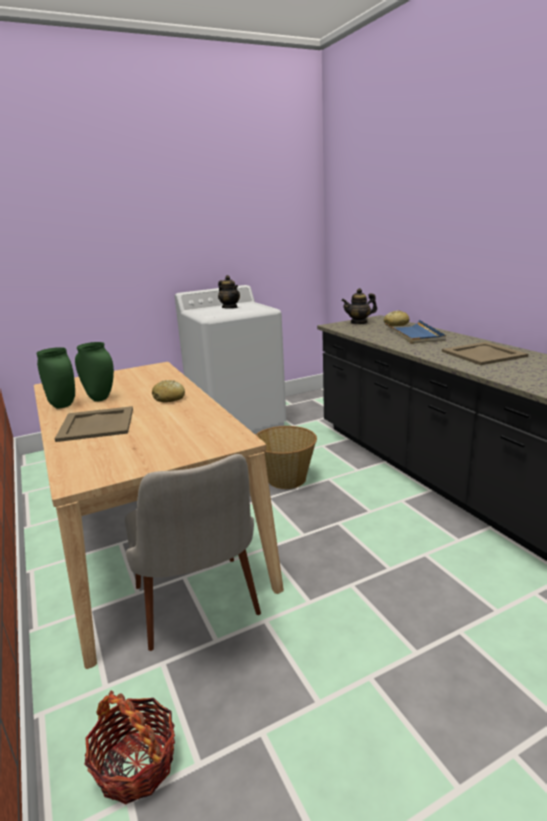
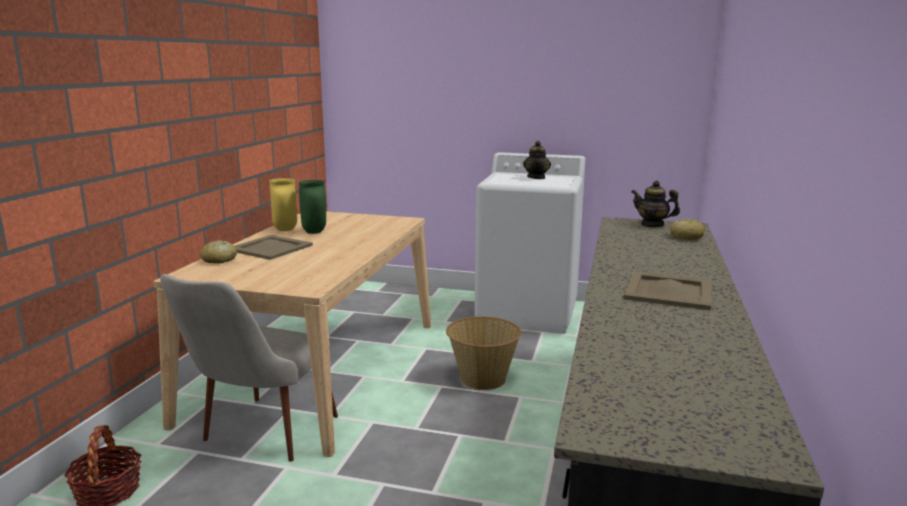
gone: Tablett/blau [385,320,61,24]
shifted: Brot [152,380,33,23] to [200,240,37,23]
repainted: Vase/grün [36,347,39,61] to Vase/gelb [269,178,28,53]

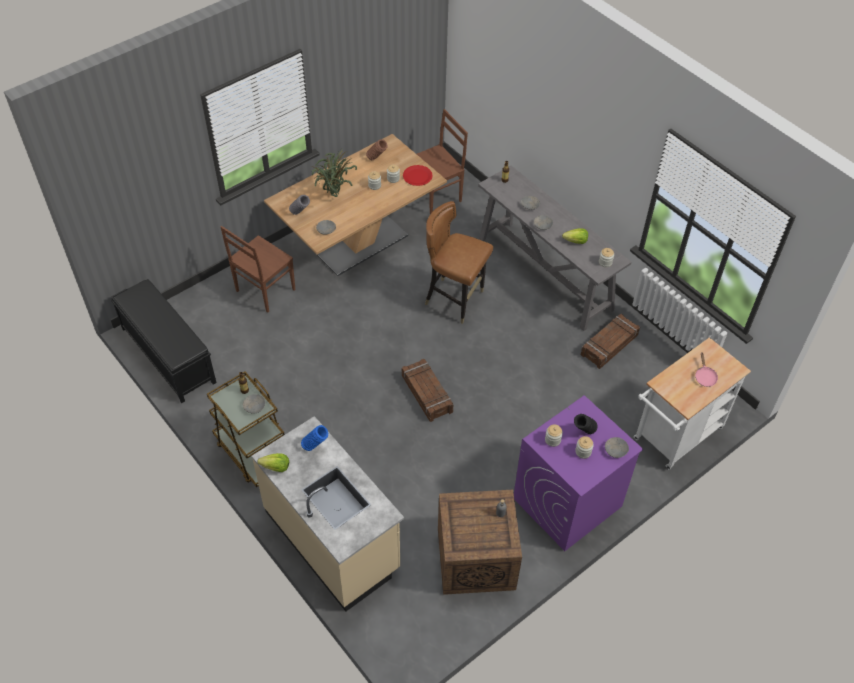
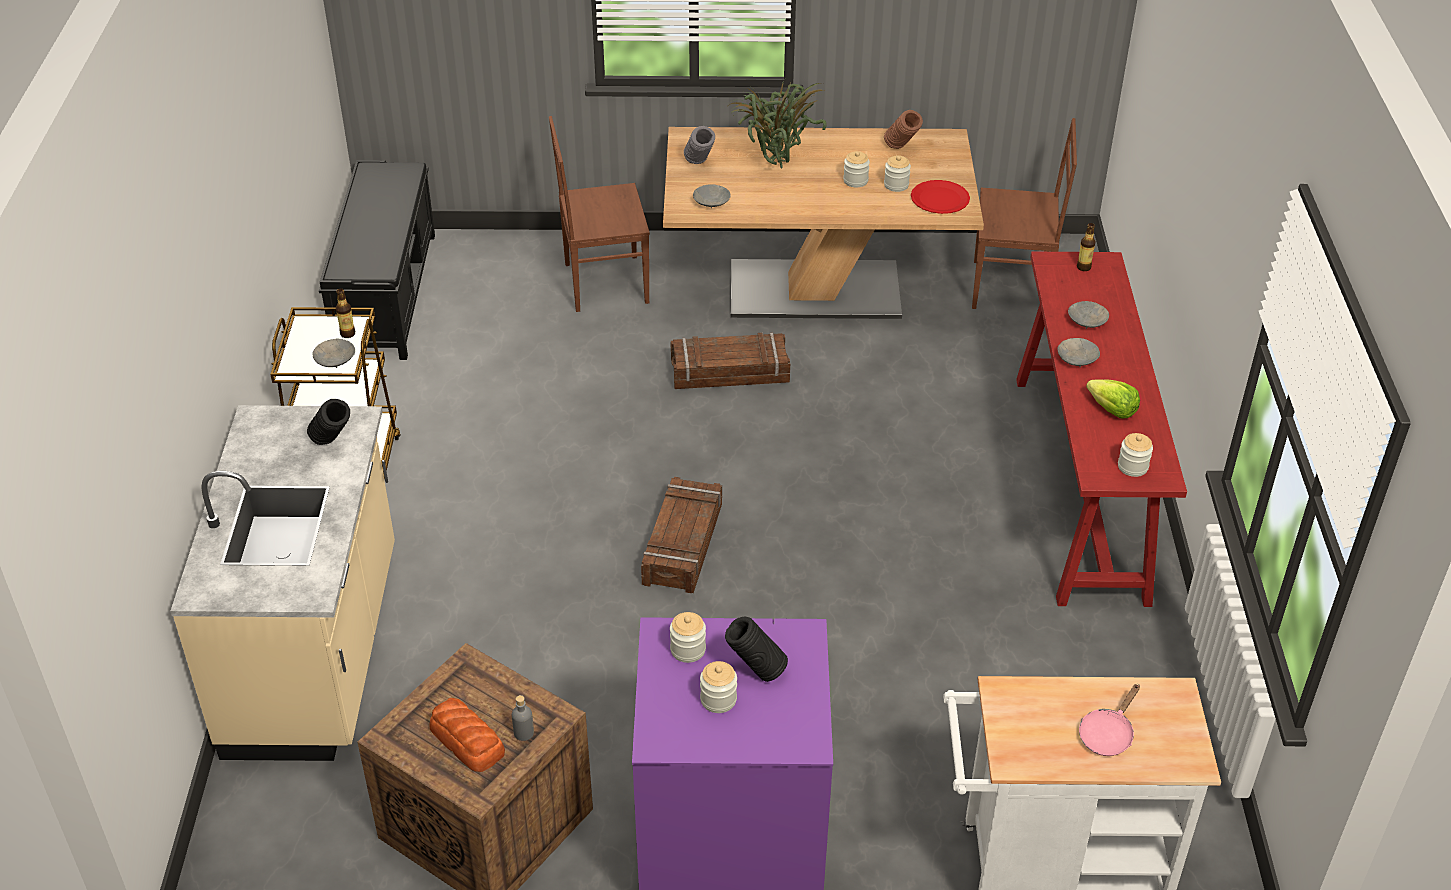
gone: Salatkopf [257,453,32,19]; Stuhl/braun [425,201,68,123]; Schüssel/grau [605,437,24,21]
new: Brot [429,698,76,74]
shifted: Kiste [581,314,59,55] to [670,333,120,56]
repainted: Vase/blau [301,425,27,26] to Vase/schwarz [307,399,43,46]; Konsolentisch/grau [478,165,153,166] to Konsolentisch/rot [1016,252,171,355]

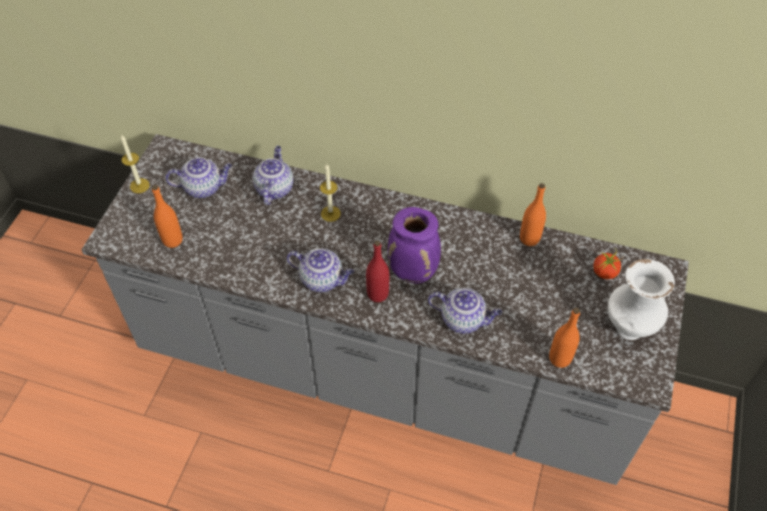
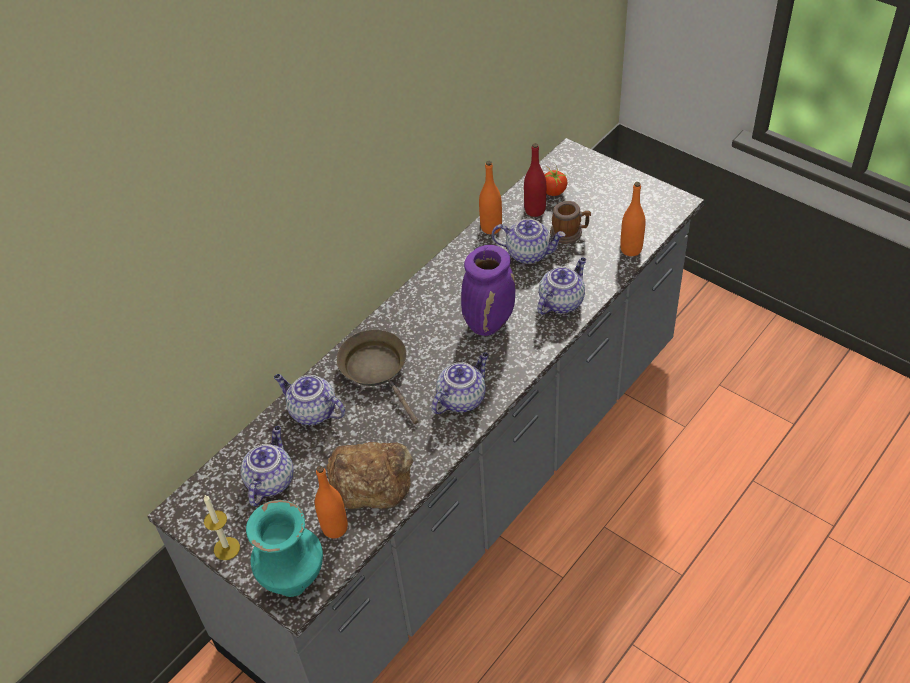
gone: Vase/weiß [608,259,67,81]
new: Vase/türkis [246,500,77,97]; Brot [326,442,87,67]; Teekanne [492,218,74,46]; Henkelbecher [550,201,41,43]
shifted: Flasche/rot [366,240,23,62] to [524,143,22,74]
swapped: Kerze [320,164,21,58] to Pfanne/braun [337,330,82,94]

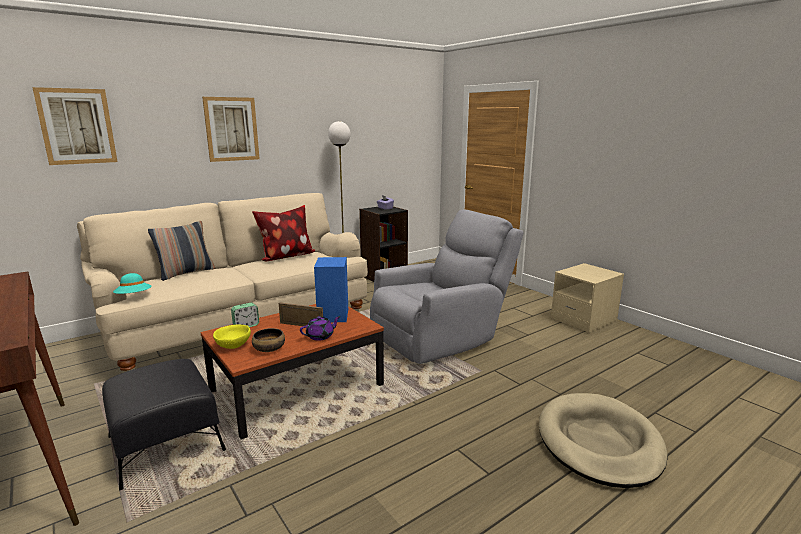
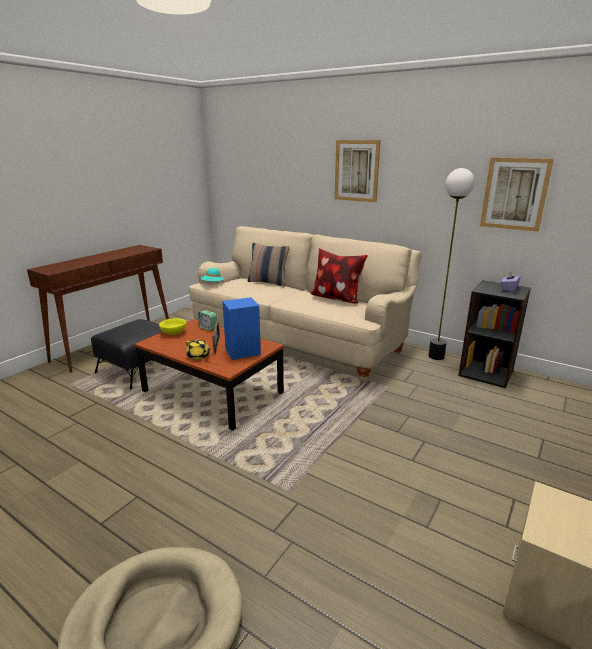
gone: Schüssel [252,328,33,24]; Sessel/grau [370,210,154,154]
shifted: Bild [32,87,86,78] to [480,158,74,74]
repainted: Teekanne/lila [300,316,40,25] to Teekanne/gelb [186,339,25,21]

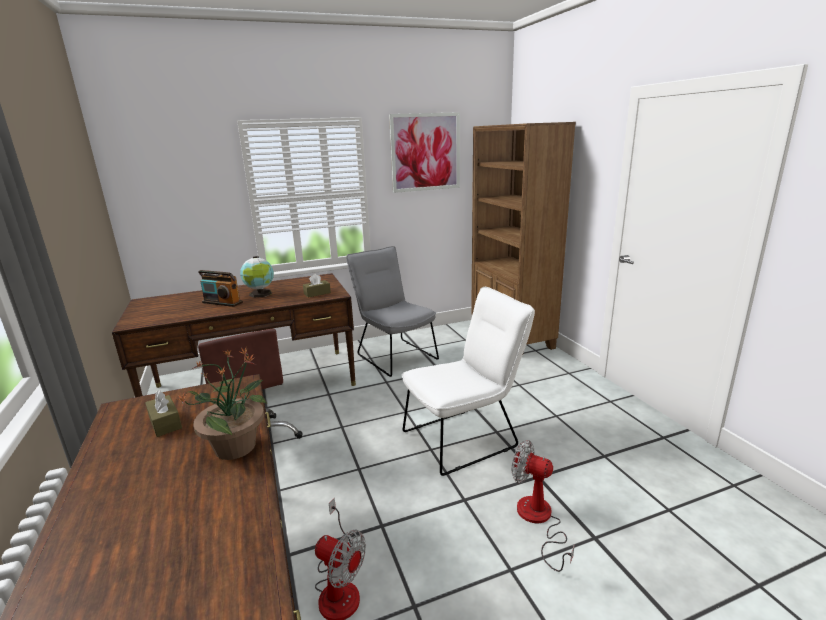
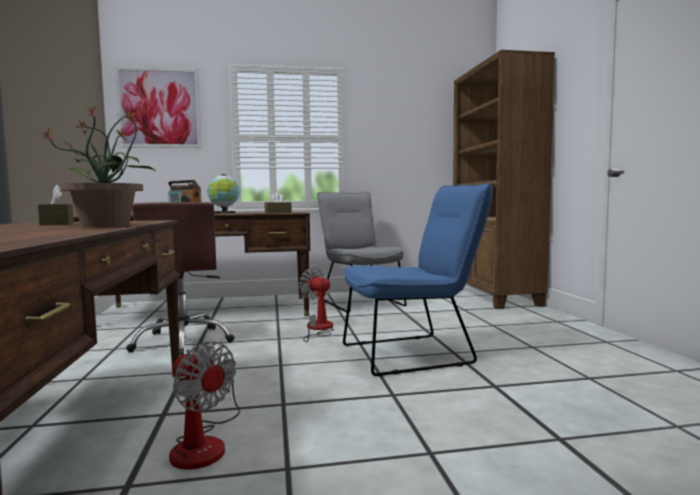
shifted: Bild [389,112,71,81] to [114,66,88,82]; Ventilator [512,440,63,132] to [299,267,36,75]
repainted: Stuhl/weiß [402,287,133,189] to Stuhl/blau [343,183,150,193]

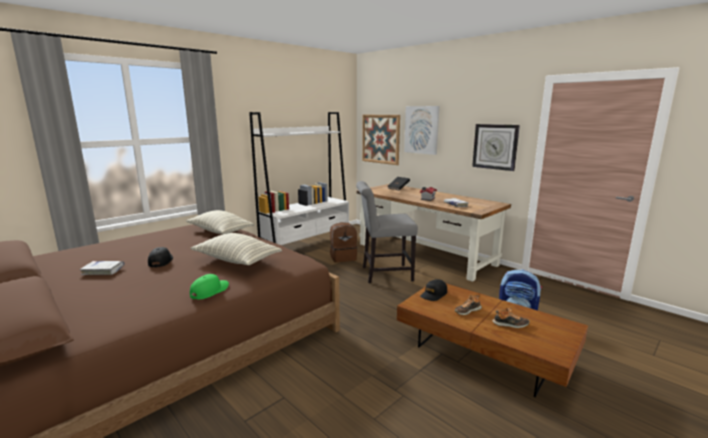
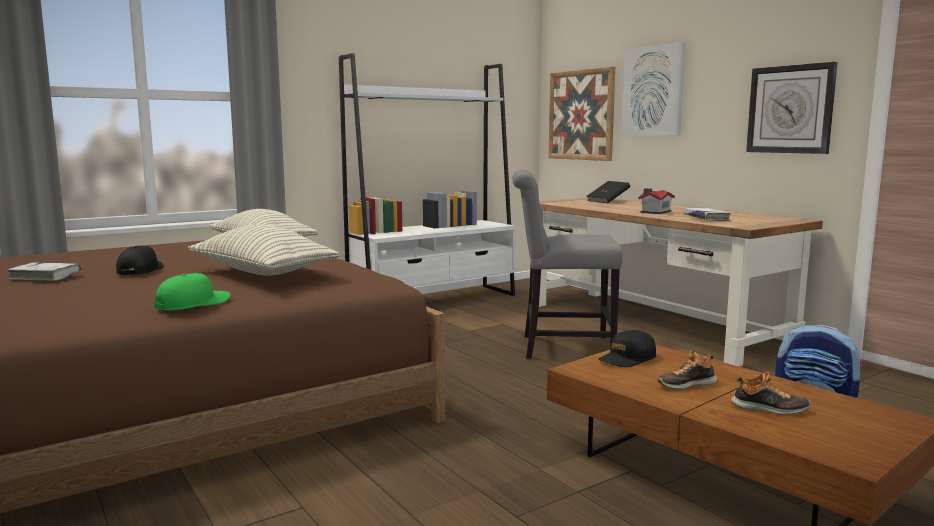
gone: Rucksack/braun [330,222,27,40]

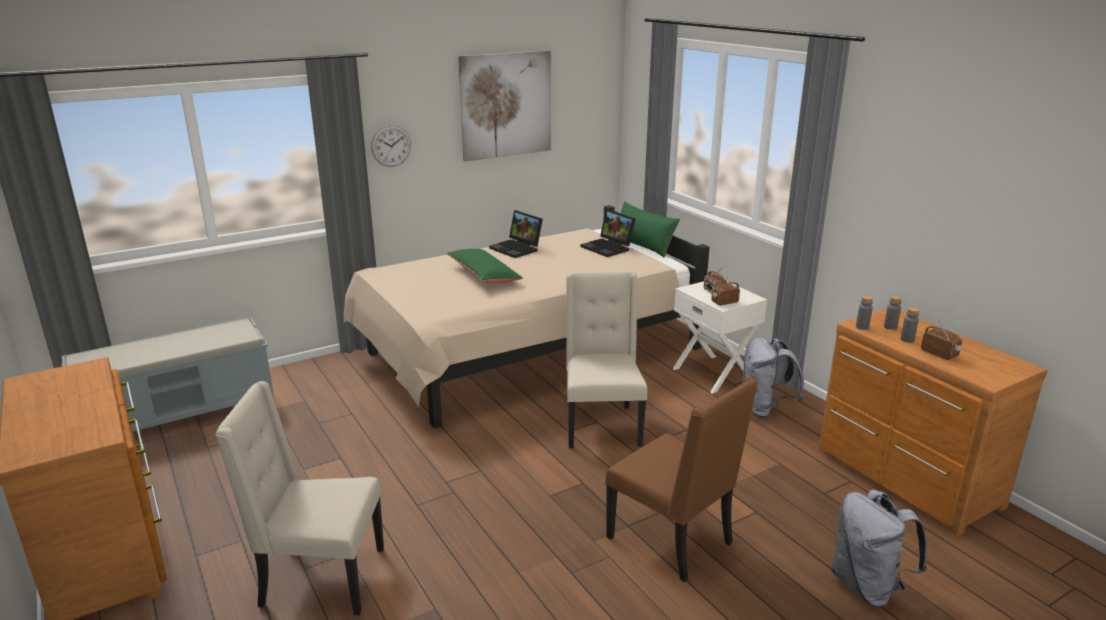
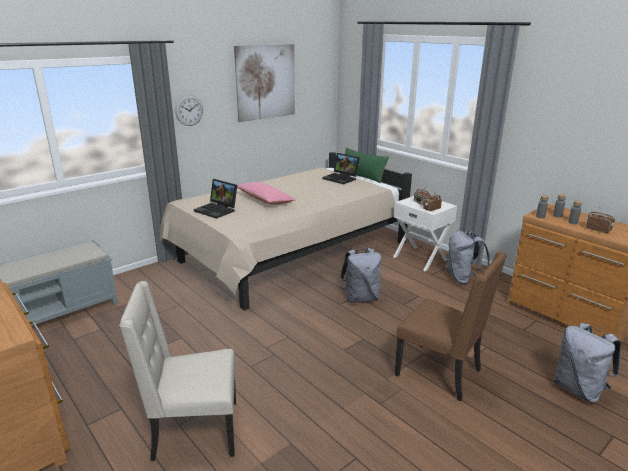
shifted: Laptop [489,210,54,48] to [194,179,43,40]
swapped: Stuhl/beige [566,271,81,177] to Rucksack/grau [340,248,42,55]
repainted: Kissen/grün [447,249,76,35] to Kissen/rosa [237,182,58,23]

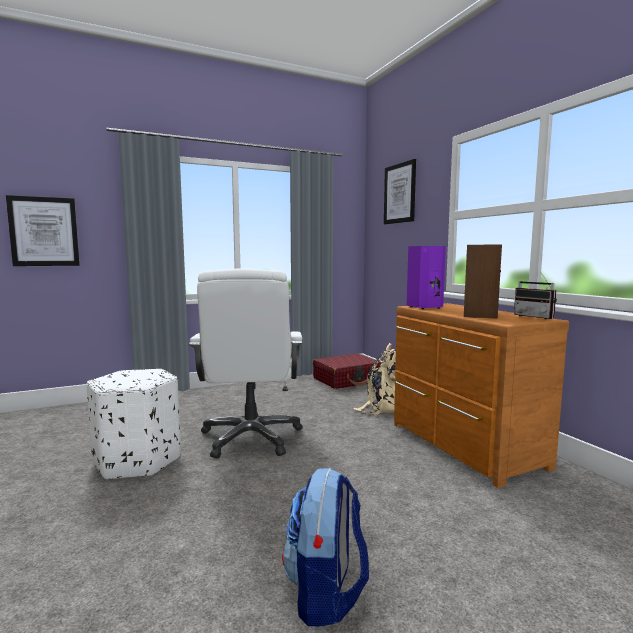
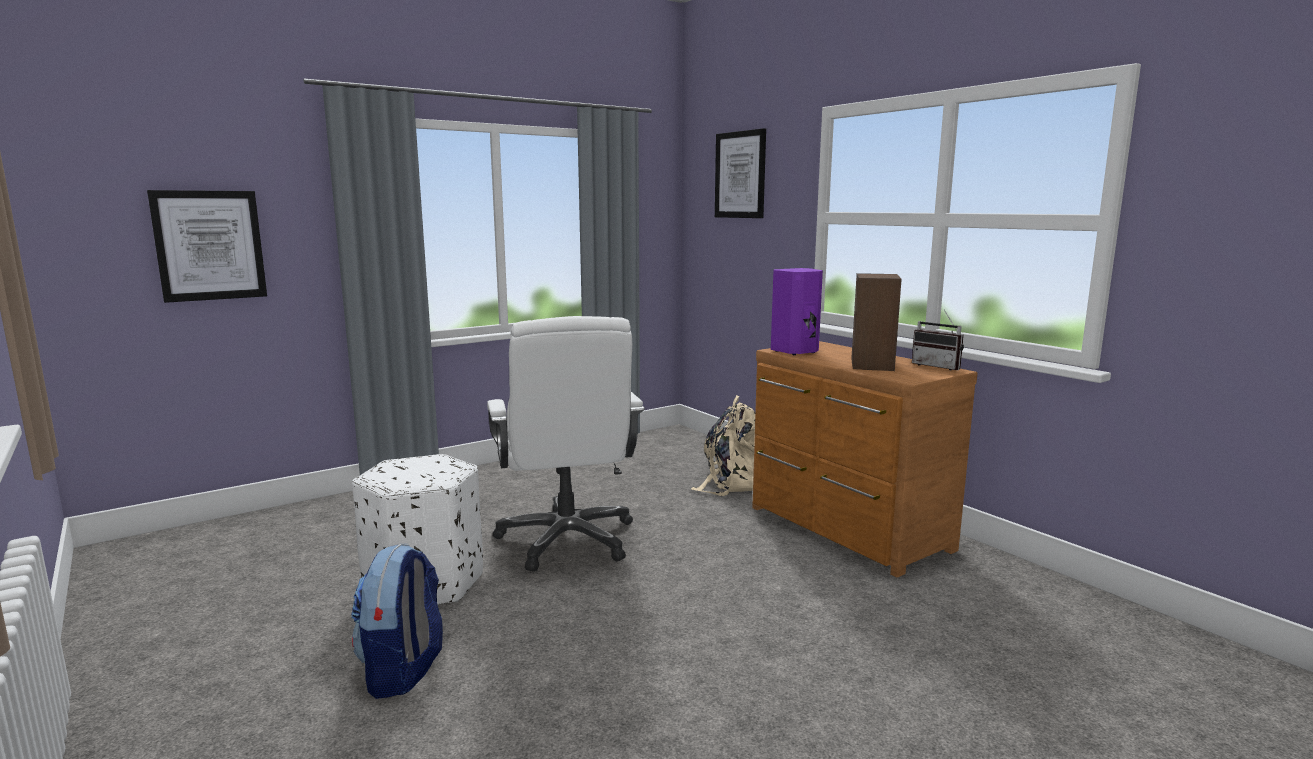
gone: Koffer/rot [313,354,69,35]
shifted: Rucksack [282,467,87,159] to [351,544,92,155]

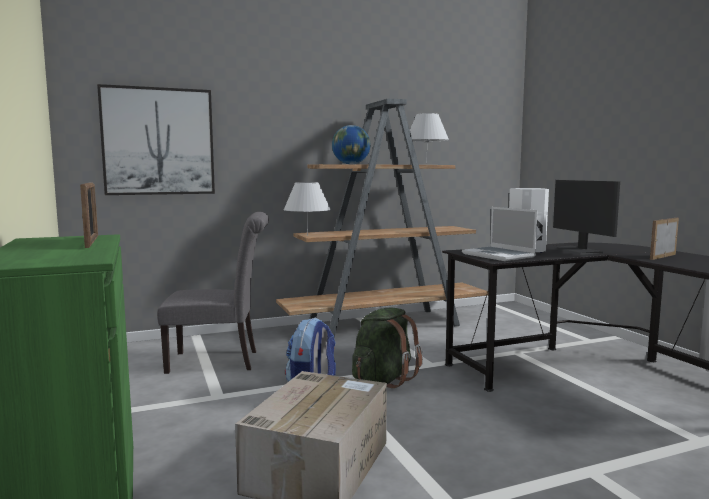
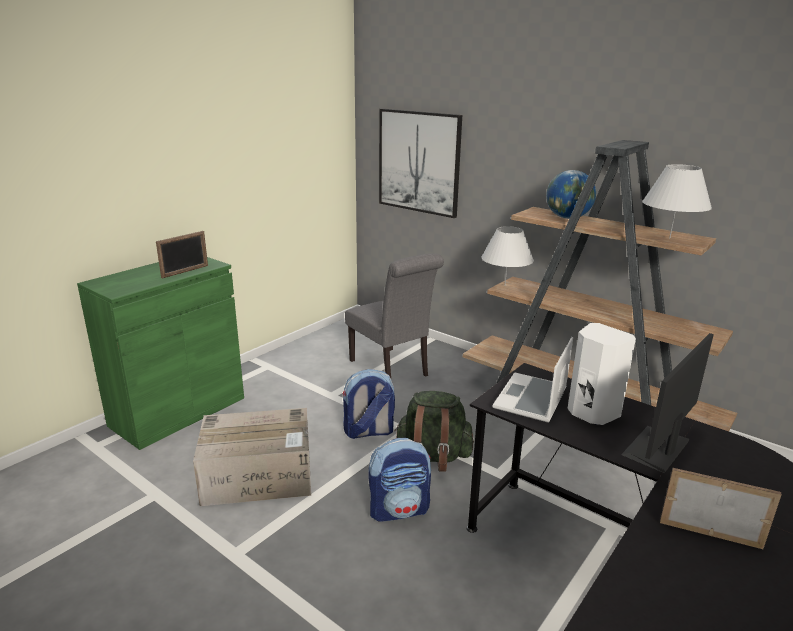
new: Rucksack [369,438,62,84]

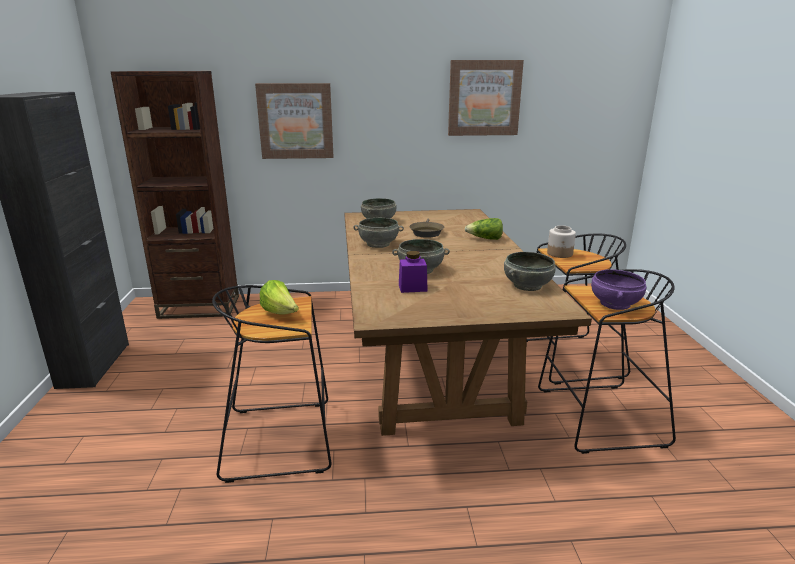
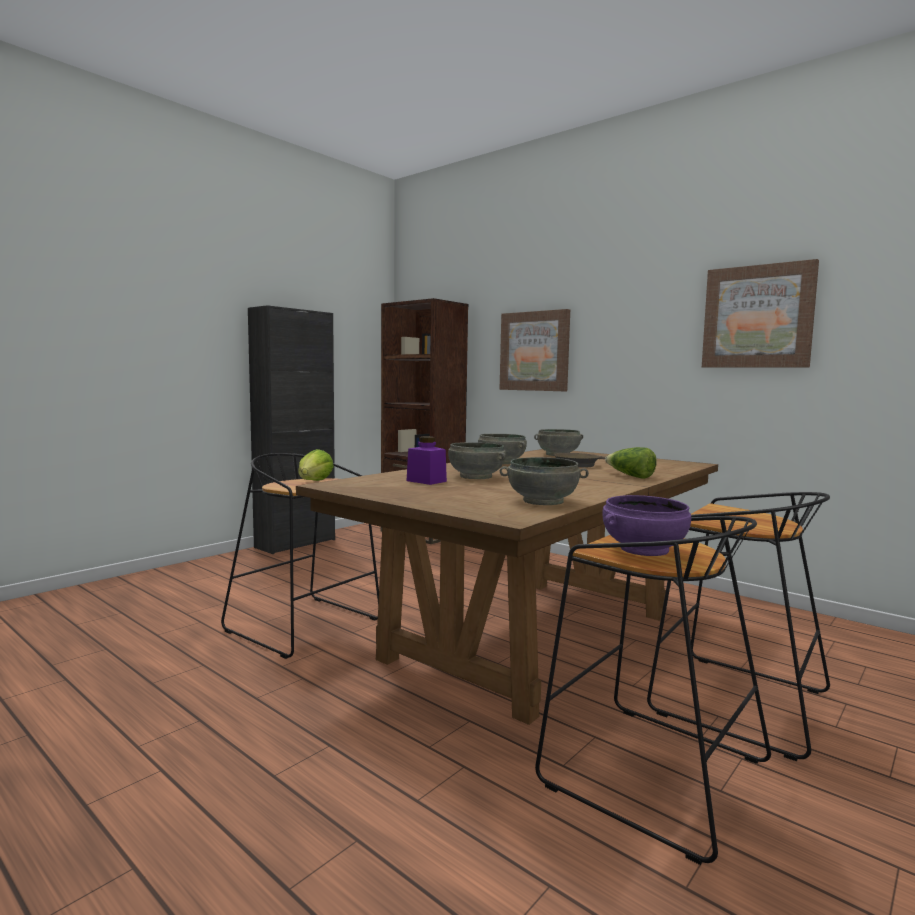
gone: Vorratsglas [547,225,29,33]

